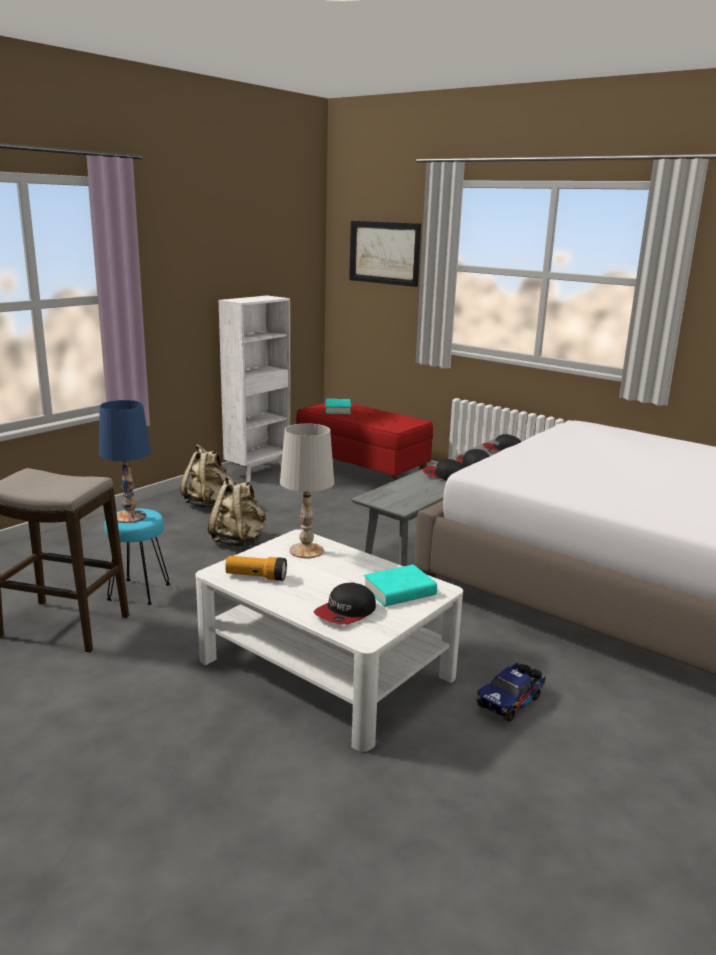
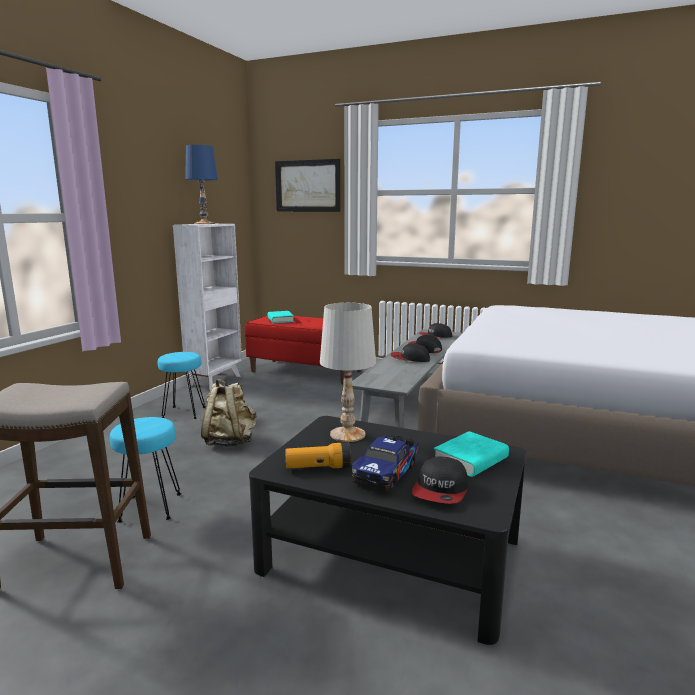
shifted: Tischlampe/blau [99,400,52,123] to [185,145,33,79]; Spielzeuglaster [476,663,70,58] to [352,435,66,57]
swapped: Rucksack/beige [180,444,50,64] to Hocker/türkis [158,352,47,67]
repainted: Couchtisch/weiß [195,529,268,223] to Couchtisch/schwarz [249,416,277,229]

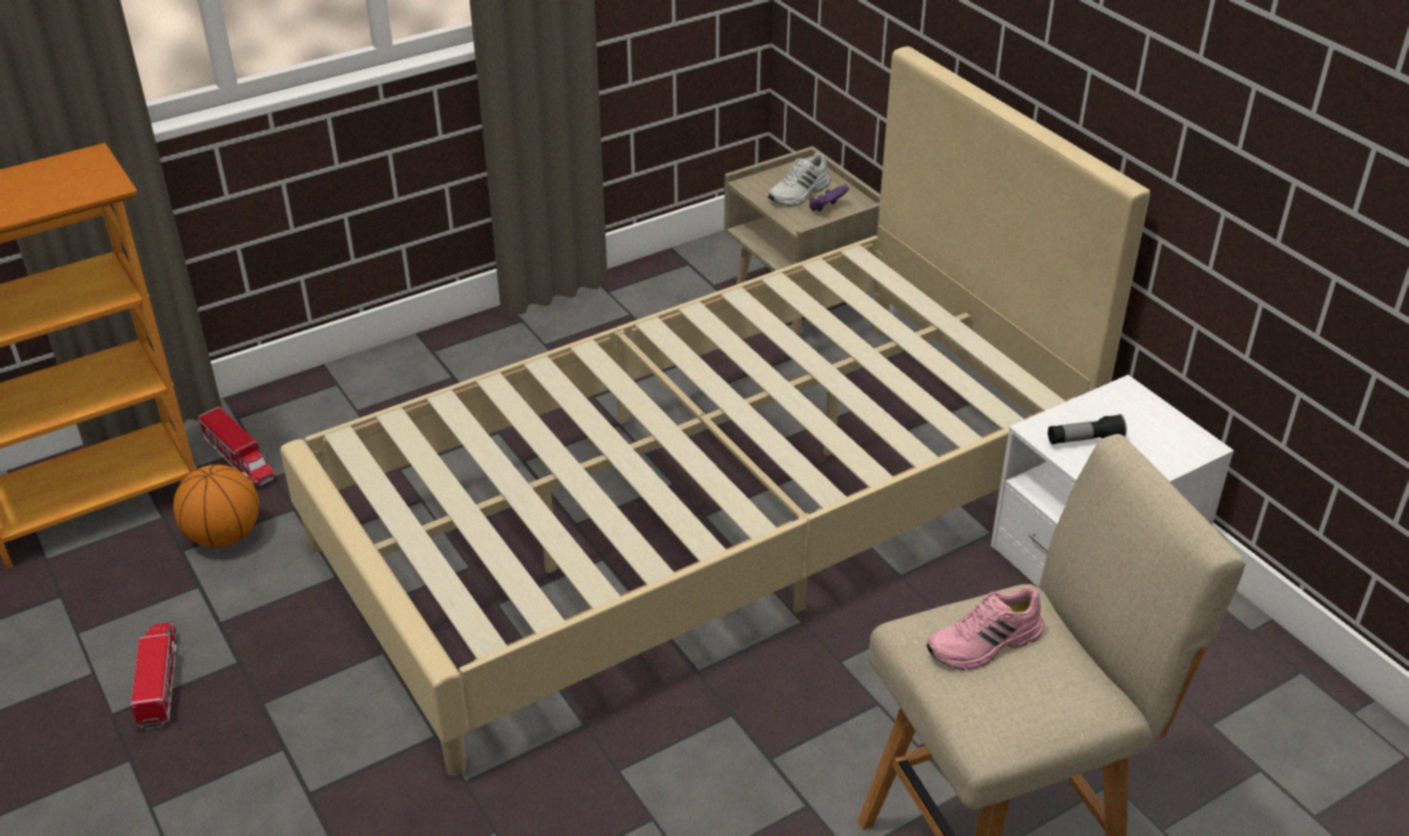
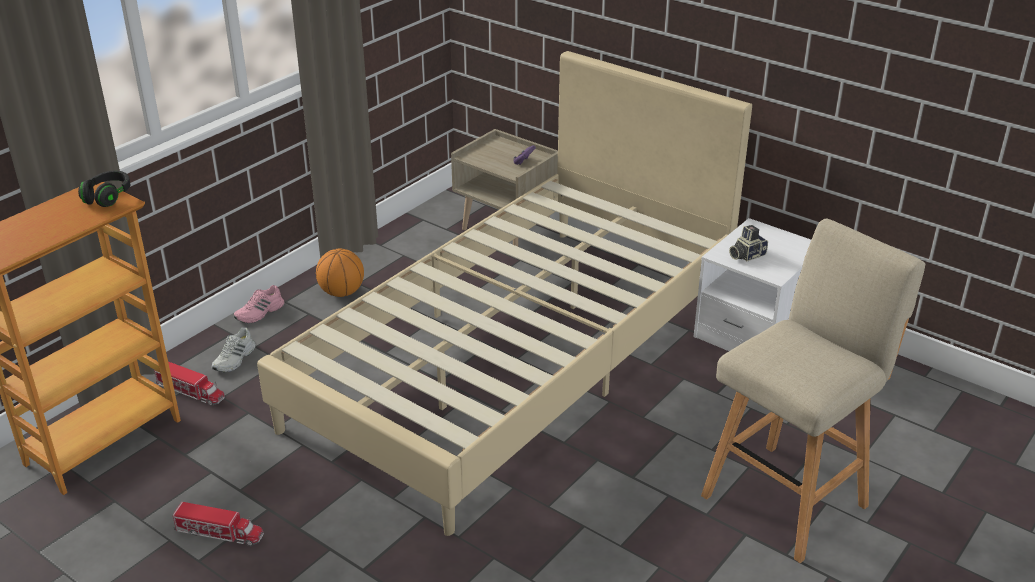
new: Kopfhörer/schwarz [78,171,53,36]
shifted: Basketball [173,465,86,82] to [316,249,48,48]; Schuh/weiß [768,152,62,54] to [212,327,44,45]; Schuh/rosa [926,586,118,84] to [234,285,50,38]
swapped: Taschenlampe [1048,414,79,30] to Kamera [729,225,39,36]
rotated: Spielzeuglaster [131,623,46,106] = [173,502,91,44] 135 degrees clockwise

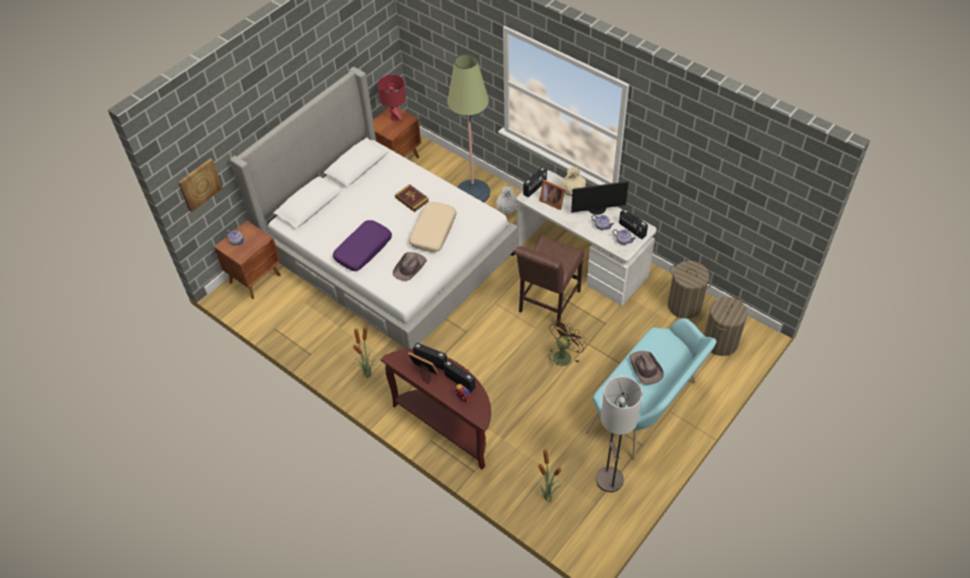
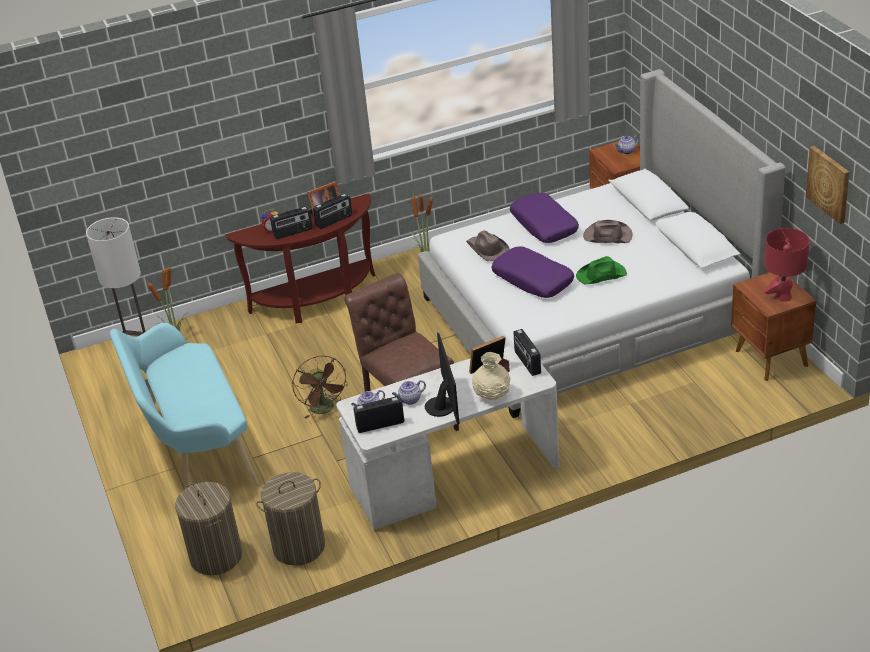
gone: Stehlampe [447,54,43,148]; Vase/weiß [496,186,21,28]
shifted: Bild [178,158,45,54] to [806,146,43,78]; Hut/braun [629,351,35,34] to [583,220,49,23]
swapped: Buch [395,184,34,28] to Hut/grün [576,256,51,28]
repainted: Kissen/beige [409,202,48,50] to Kissen/lila [492,246,82,52]
rotated: Monitor [571,181,58,34] = [425,332,35,93] 150 degrees clockwise

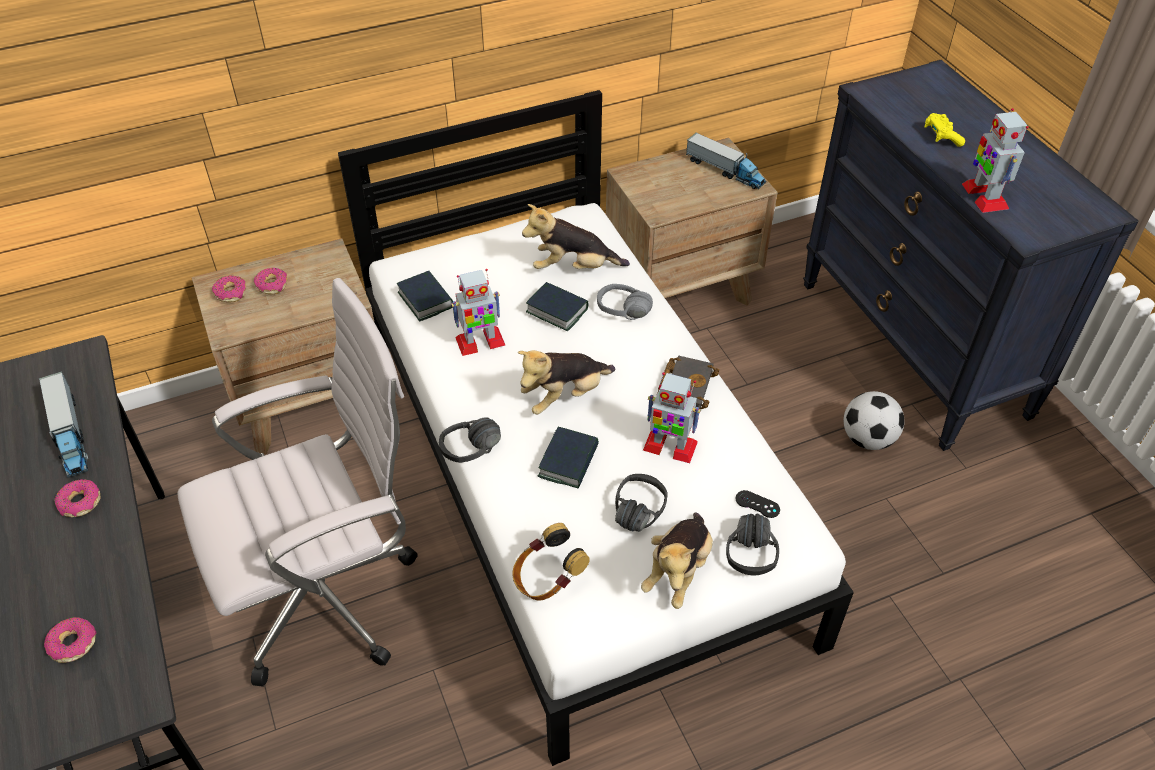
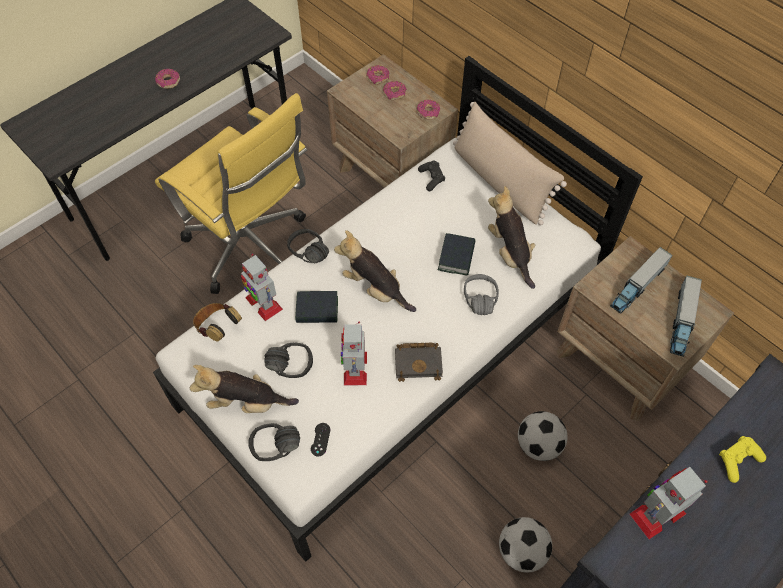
new: Kissen/beige [453,102,114,123]; Fußball [518,411,50,50]
shifted: Spielzeuglaster [39,371,49,107] to [610,247,63,67]; Donut [44,617,52,46] to [417,100,23,19]; Spielzeugroboter [451,269,54,87] to [241,253,42,68]
swapped: Buch [397,271,56,51] to Gamepad/schwarz [418,161,27,30]
repainted: Bürostuhl/weiß [178,278,240,409] to Bürostuhl/gelb [155,93,152,201]

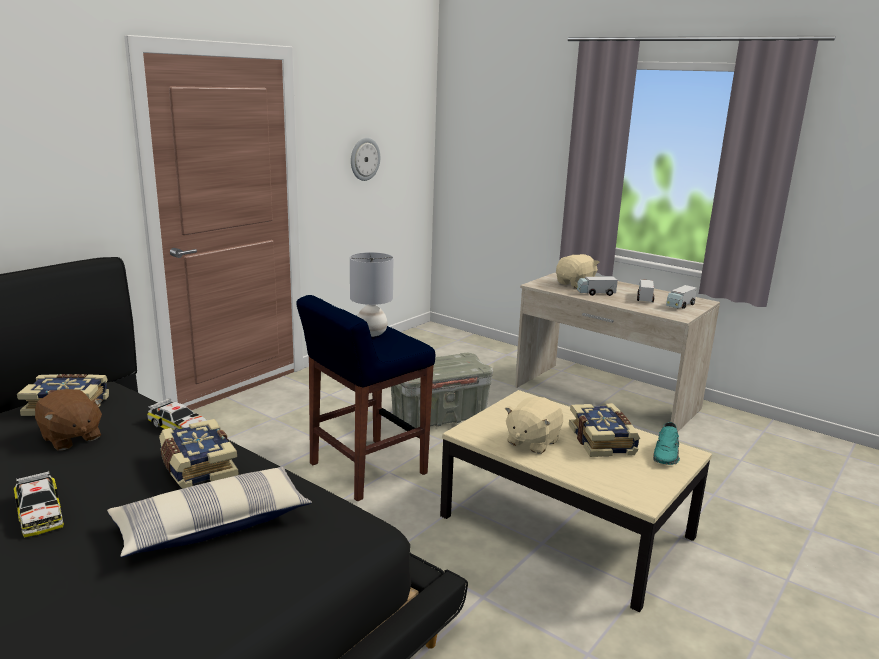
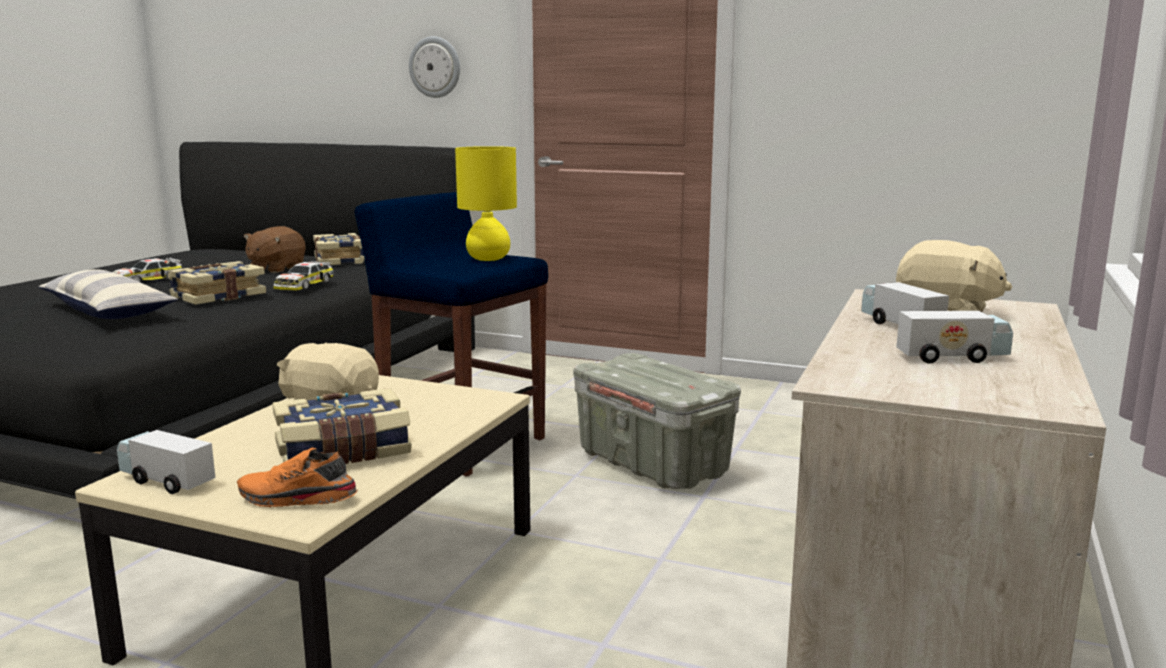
shifted: Wanduhr [351,138,29,43] to [409,36,51,62]; Spielzeuglaster [666,285,31,24] to [117,430,98,64]
repainted: Tischlampe/grau [350,252,43,85] to Tischlampe/gelb [455,146,62,115]; Schuh/türkis [653,422,27,43] to Schuh/orange [237,447,121,60]

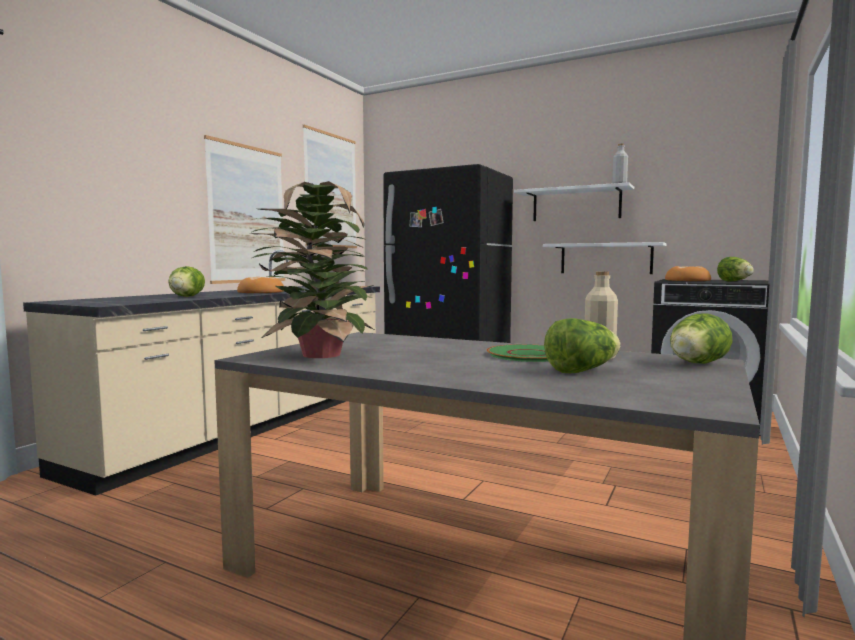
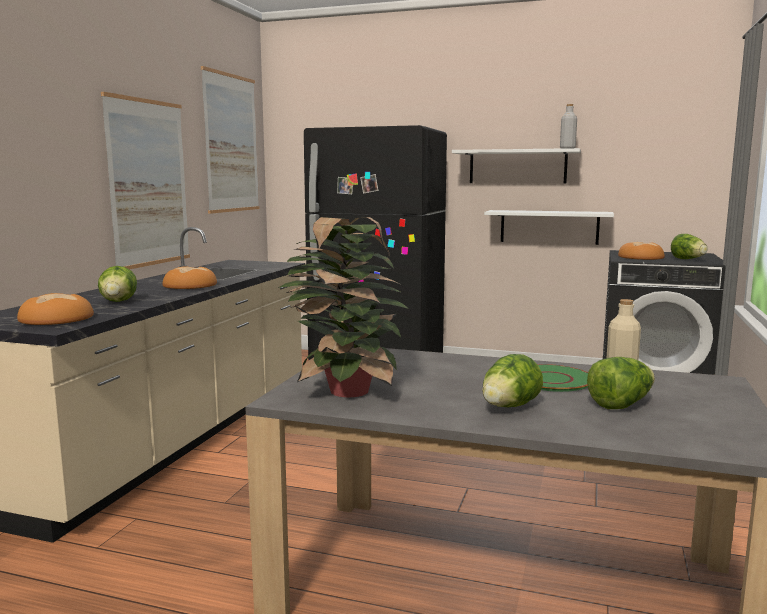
new: Brot [17,293,77,32]
shifted: Salatkopf [670,314,62,50] to [482,354,61,53]

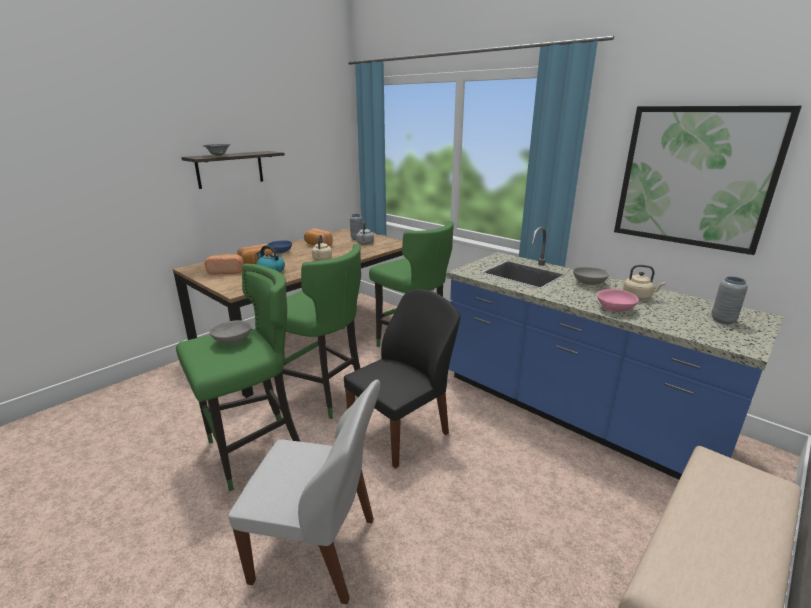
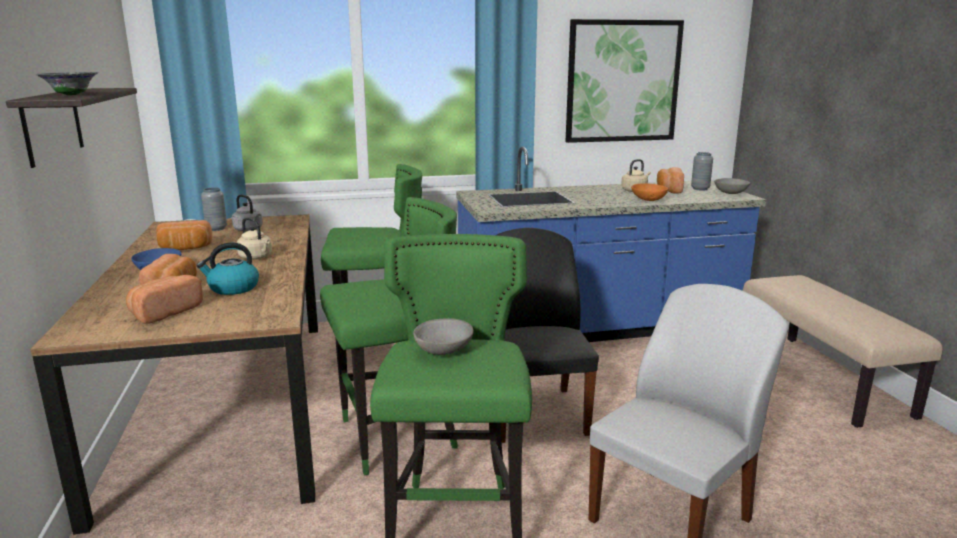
new: Brot [657,167,27,27]
shifted: Schüssel/grau [573,267,36,18] to [714,178,36,16]
repainted: Schüssel/rosa [597,289,42,23] to Schüssel/orange [631,184,37,17]

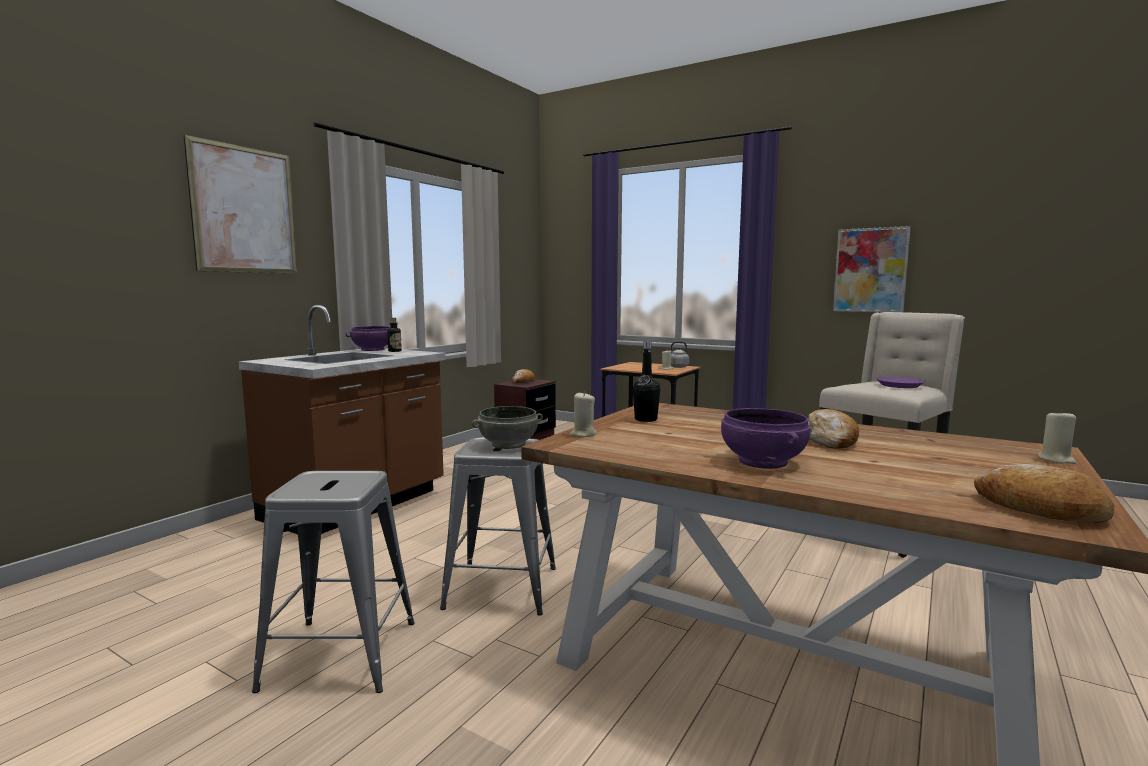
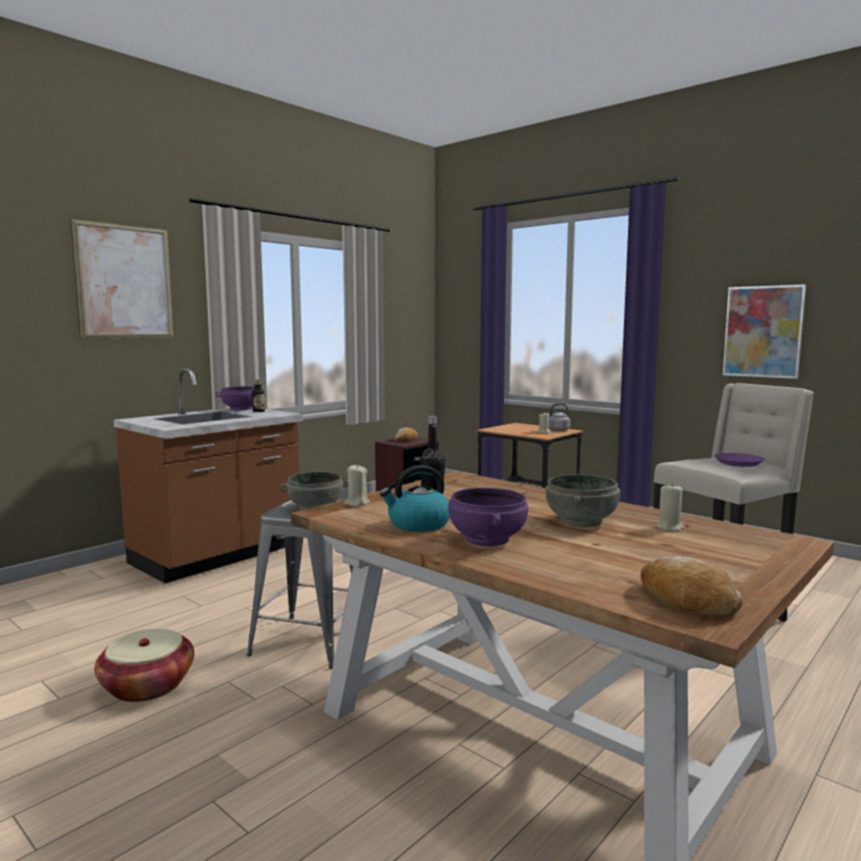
new: Wasserkessel [380,465,70,67]
shifted: Kerze/beige [1038,410,39,54] to [656,483,28,49]
swapped: Hocker/grau [252,471,163,222] to Korb [94,629,100,73]; Brot [808,409,51,40] to Schüssel/grau [546,475,74,52]

